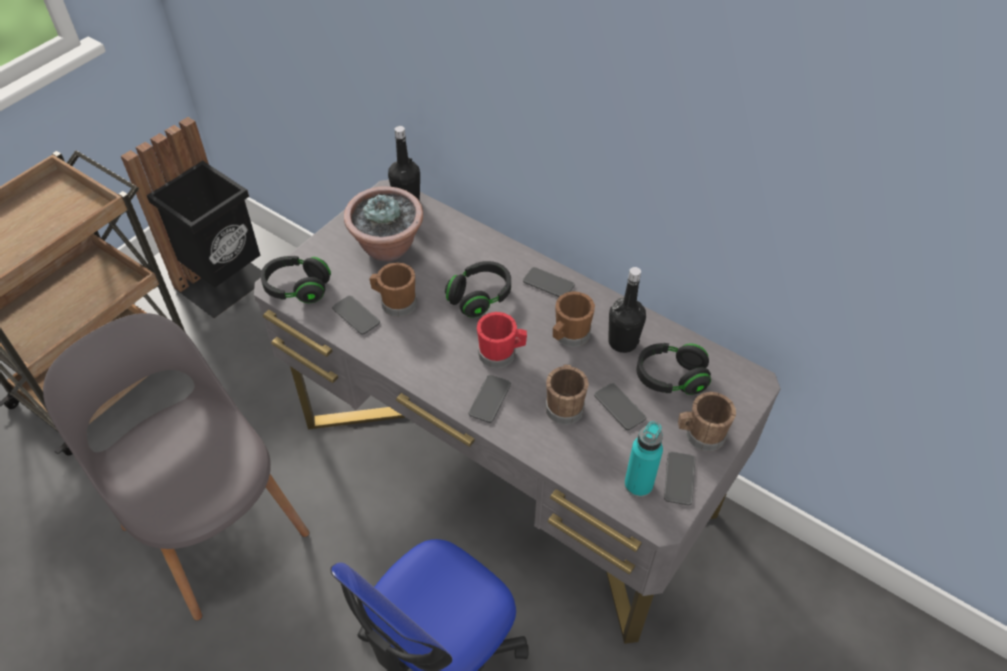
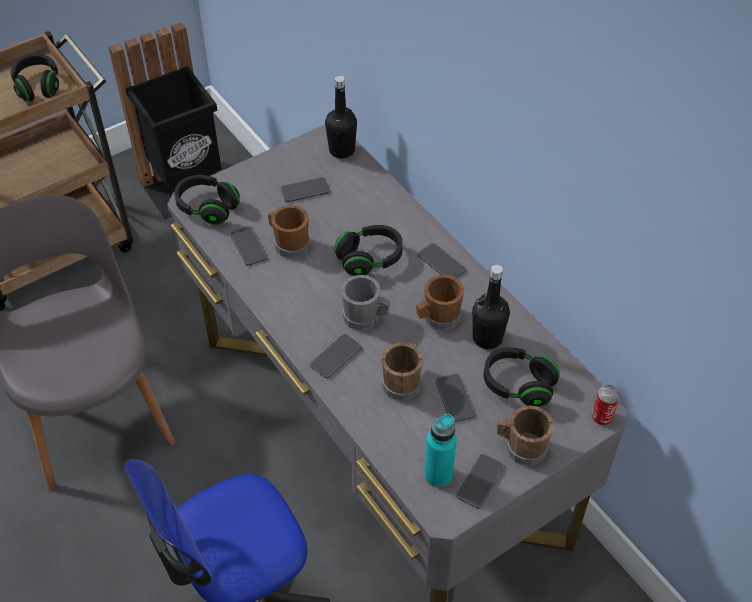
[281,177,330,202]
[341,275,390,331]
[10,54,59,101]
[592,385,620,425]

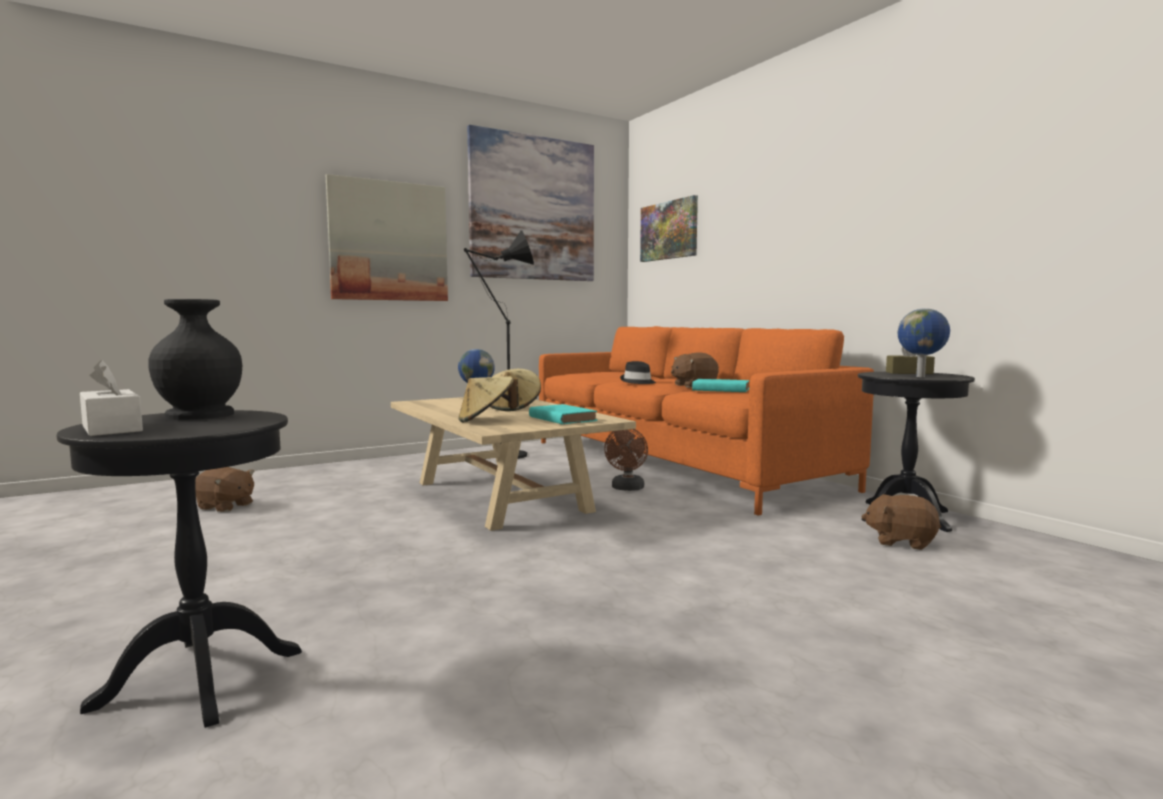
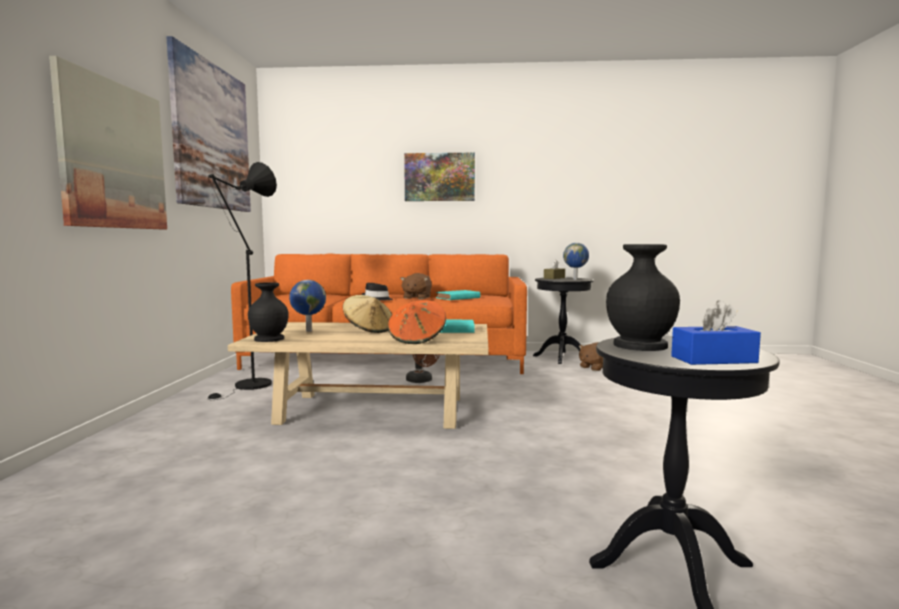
[404,153,475,201]
[671,300,761,365]
[388,300,446,344]
[195,467,255,512] (first image)
[248,282,288,342]

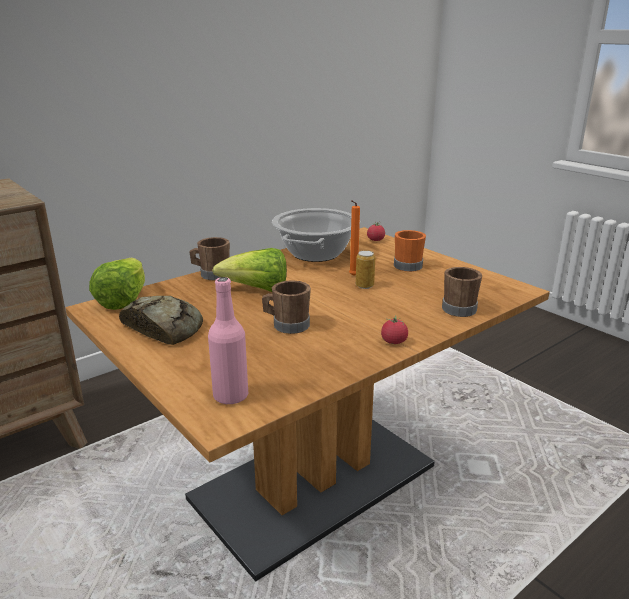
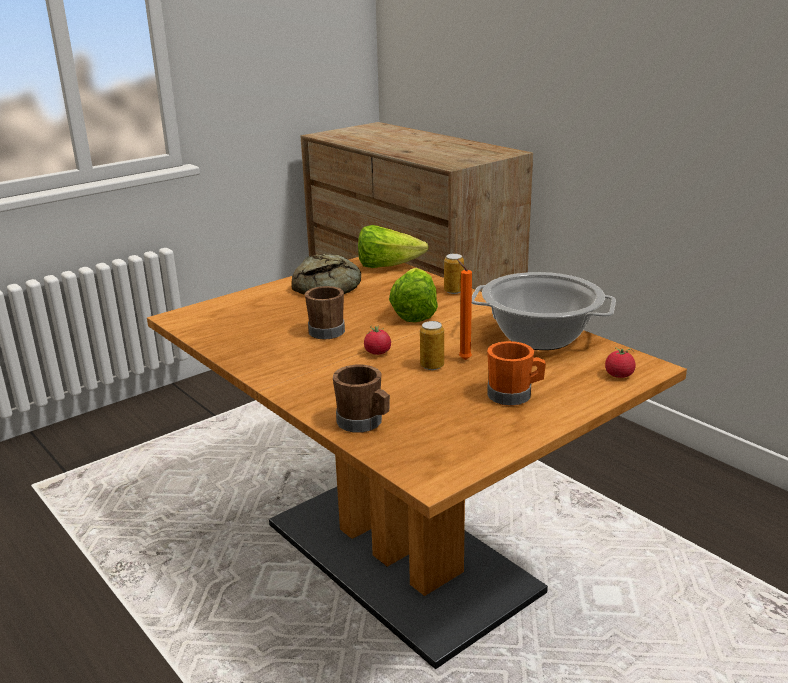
[444,254,464,294]
[208,277,248,404] (first image)
[364,325,391,355]

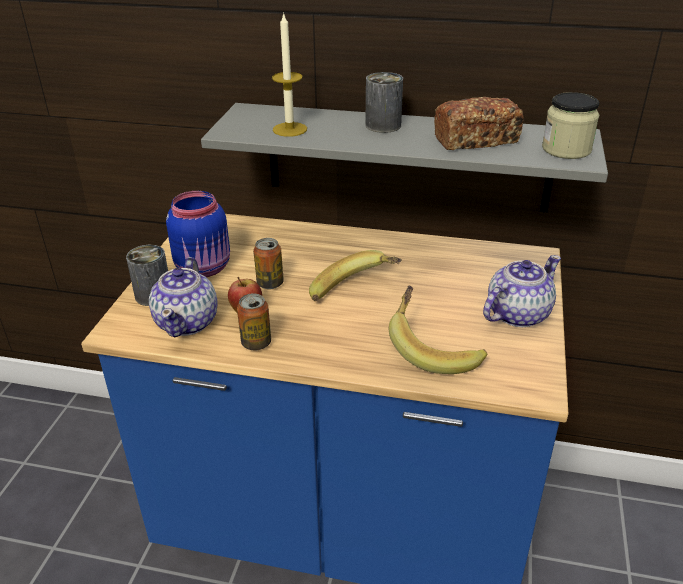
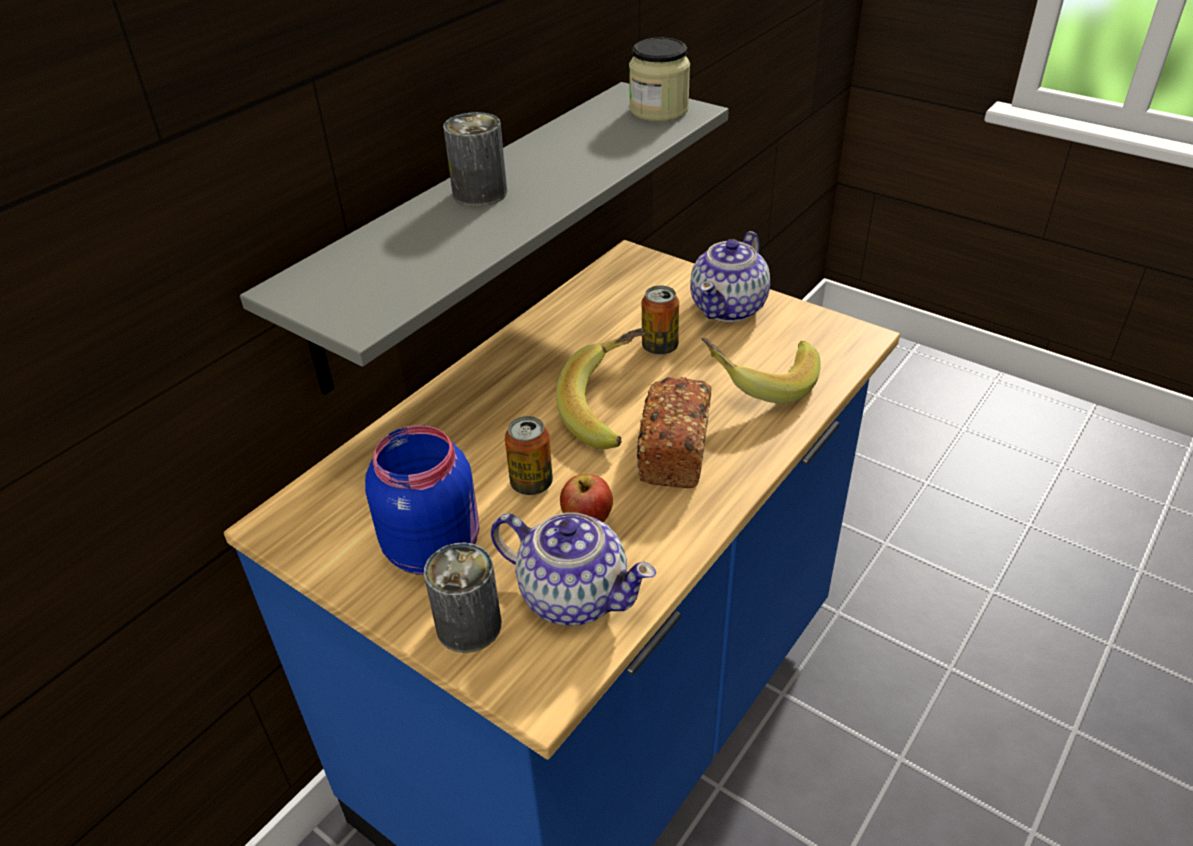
[272,12,307,137] (first image)
[637,377,711,488]
[690,231,770,322]
[642,285,679,355]

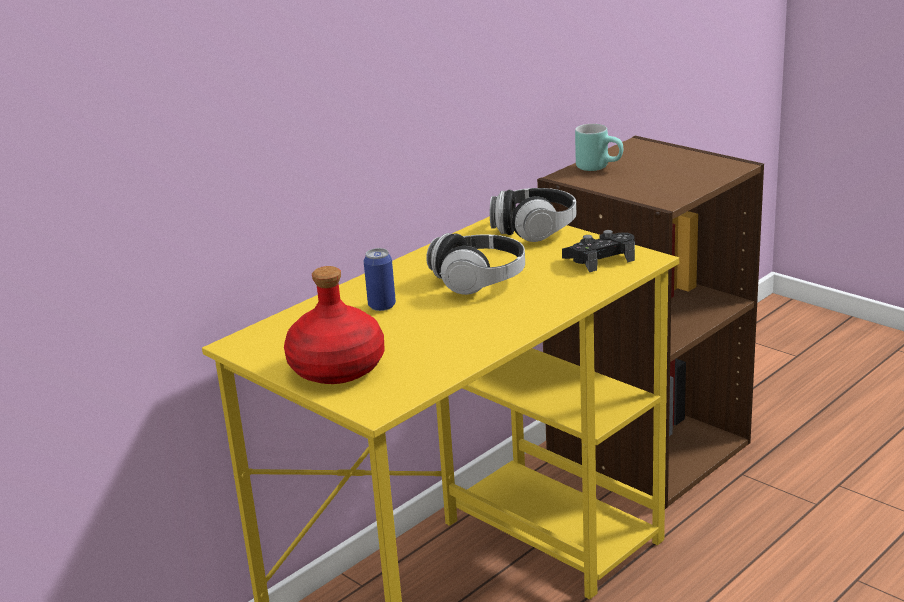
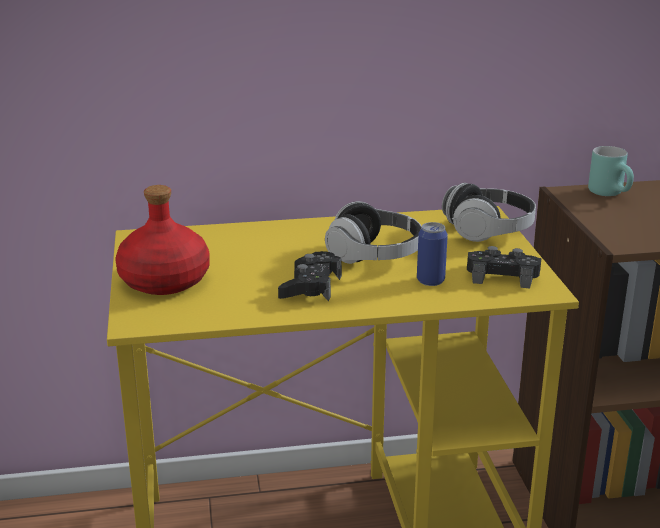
[417,222,448,286]
[278,251,342,301]

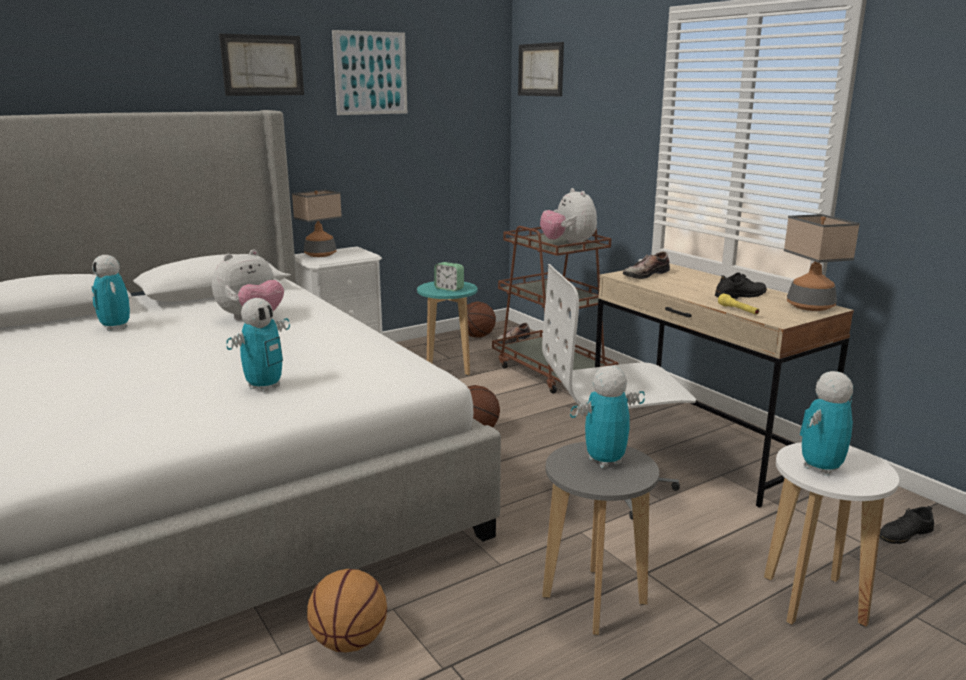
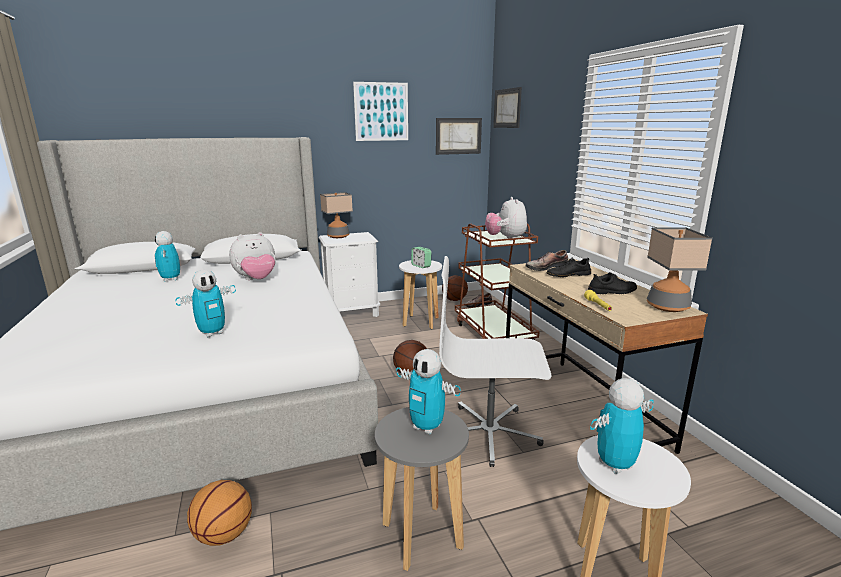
[436,118,482,155]
[399,260,442,329]
[396,349,461,435]
[547,257,591,277]

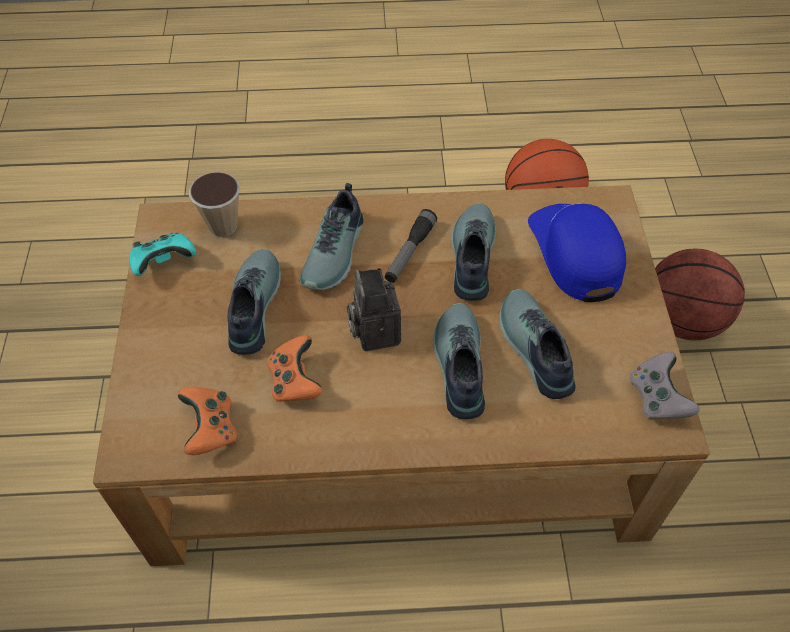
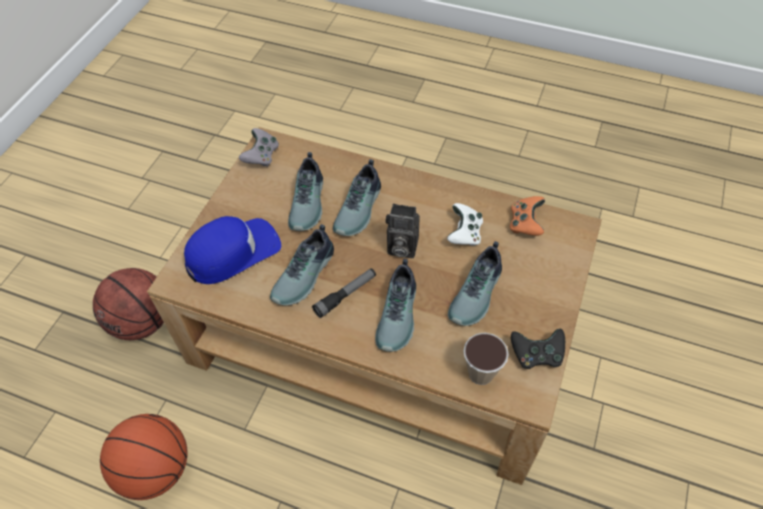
[375,259,416,352]
[184,216,281,284]
[511,329,565,369]
[386,204,420,258]
[447,203,483,246]

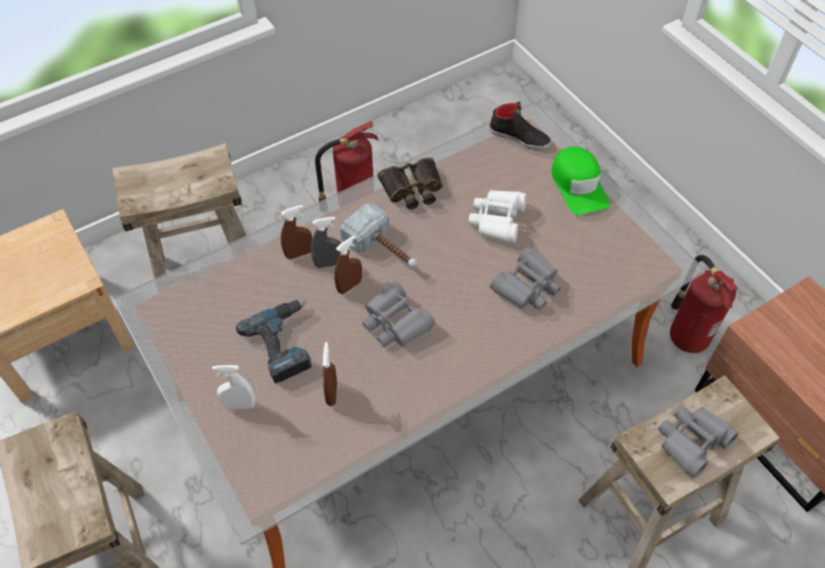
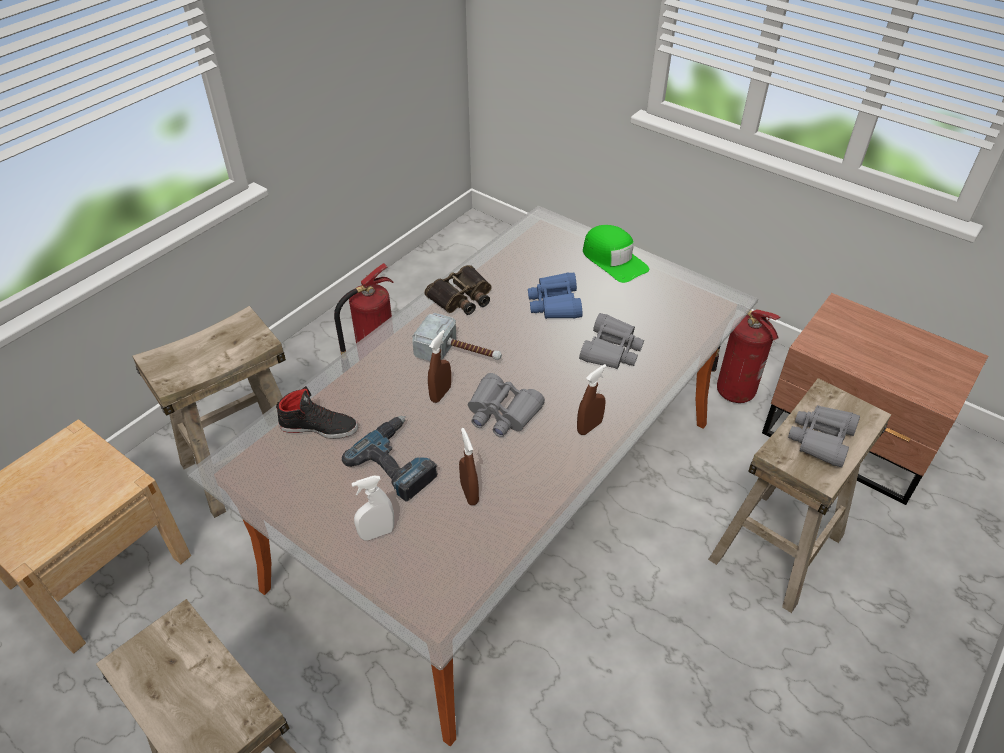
[276,386,358,439]
[528,273,582,319]
[577,364,606,435]
[311,217,341,268] (first image)

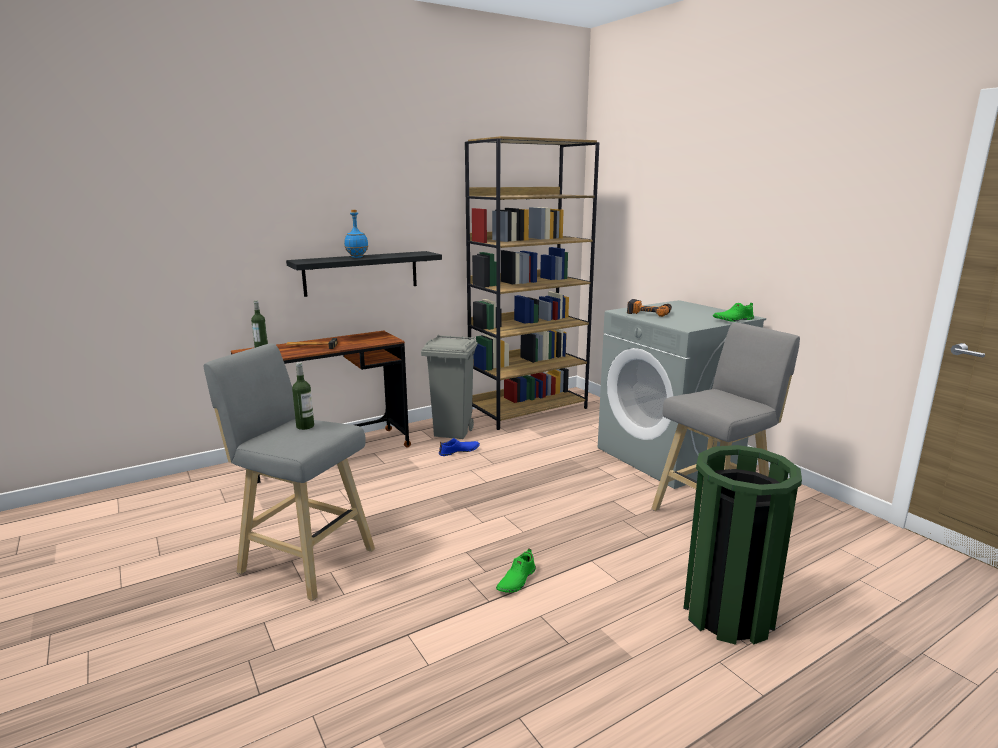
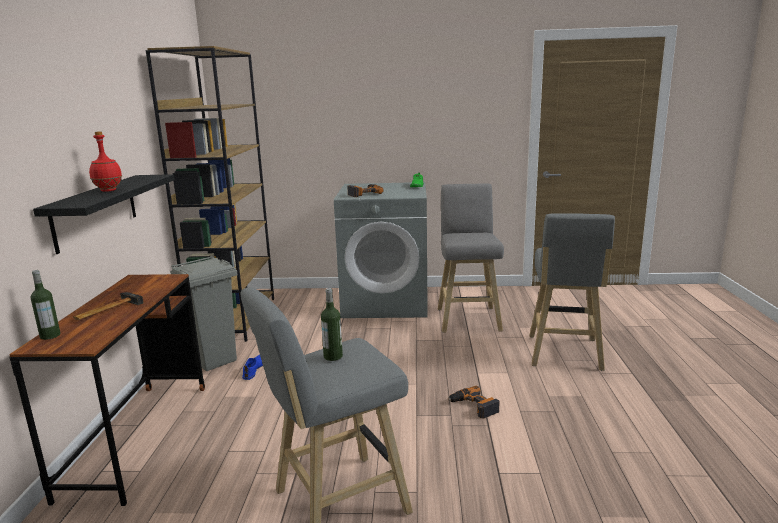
[89,131,122,192]
[529,214,615,371]
[448,386,499,419]

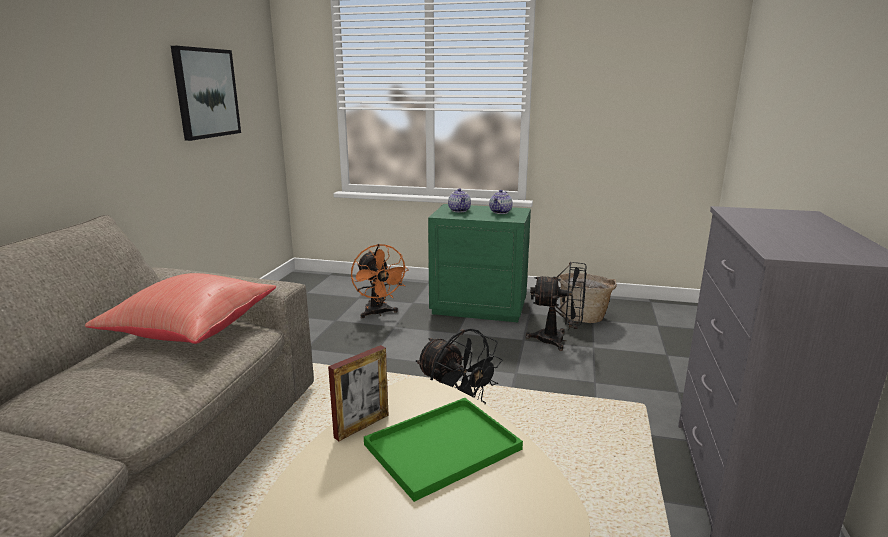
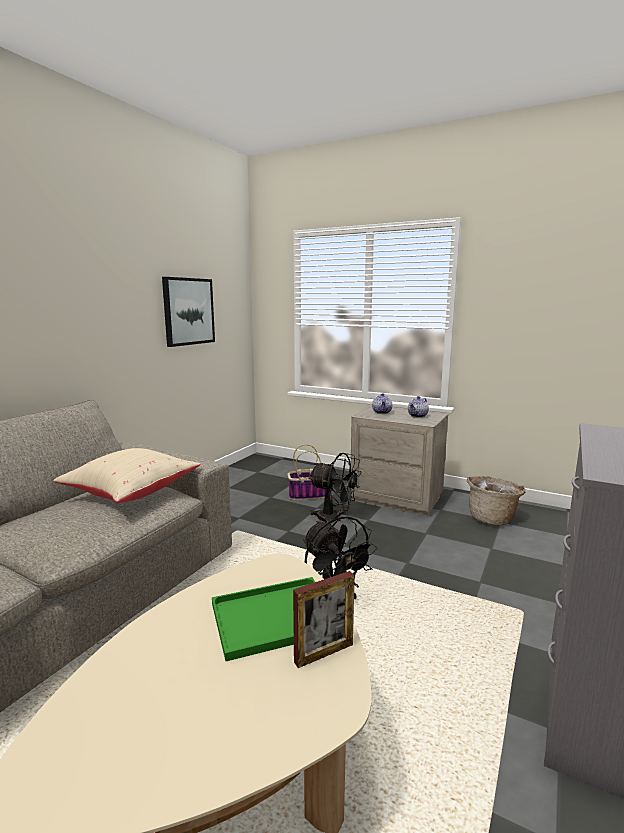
[350,406,448,517]
[287,444,326,500]
[309,453,361,524]
[53,448,200,503]
[293,571,355,668]

